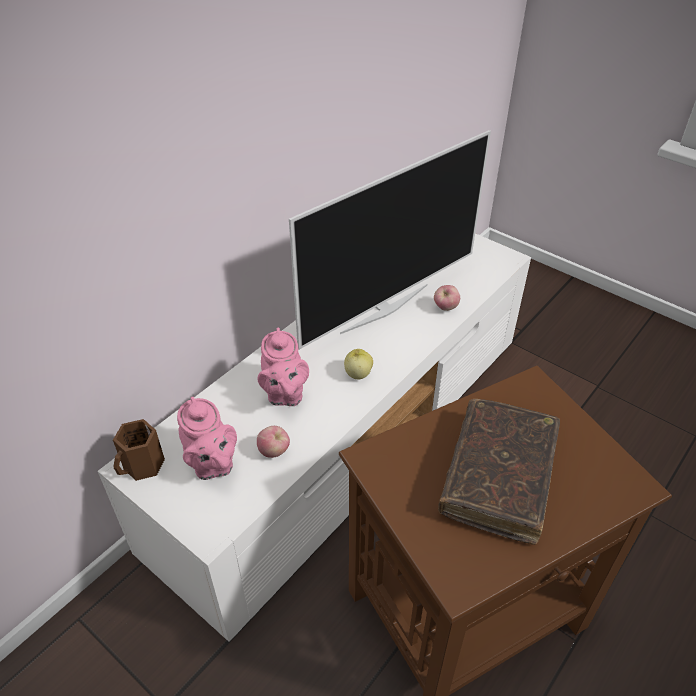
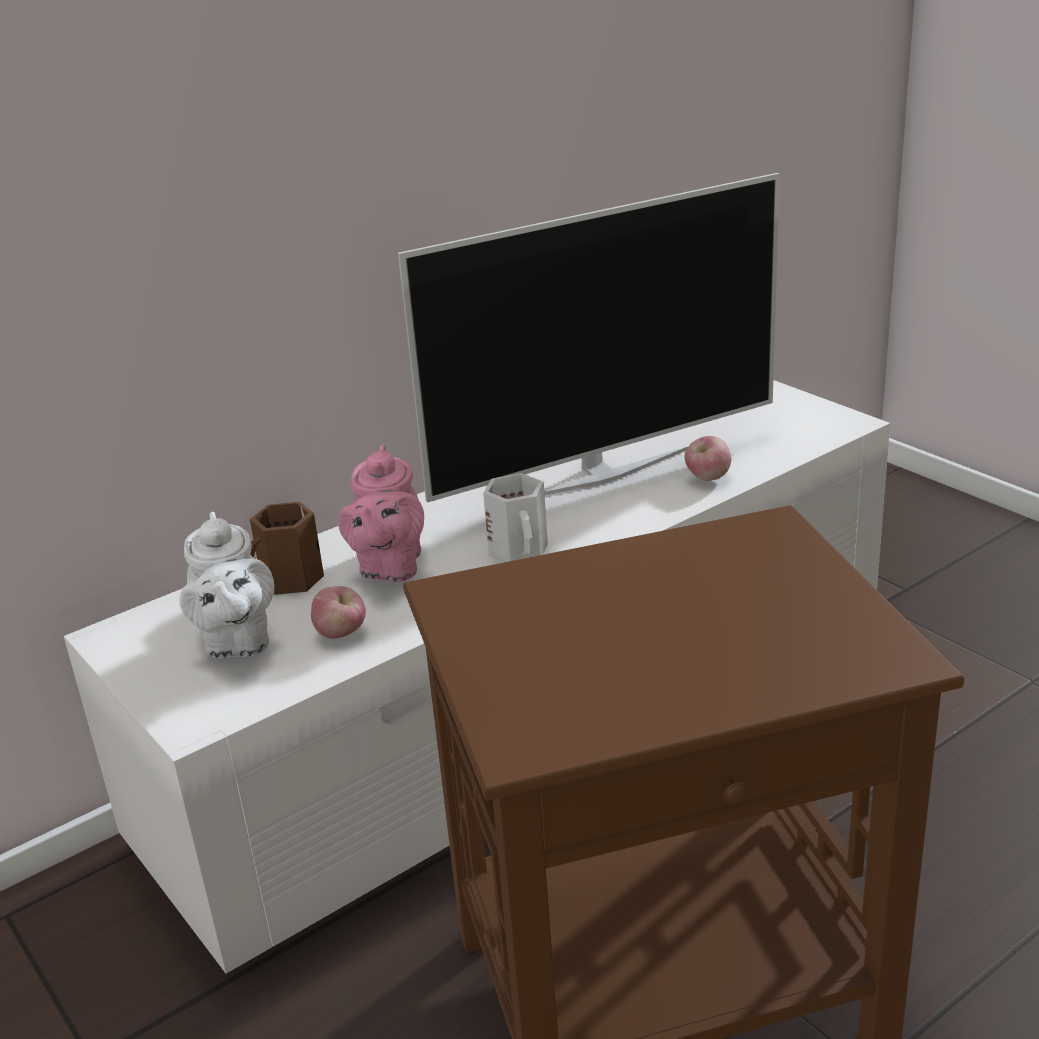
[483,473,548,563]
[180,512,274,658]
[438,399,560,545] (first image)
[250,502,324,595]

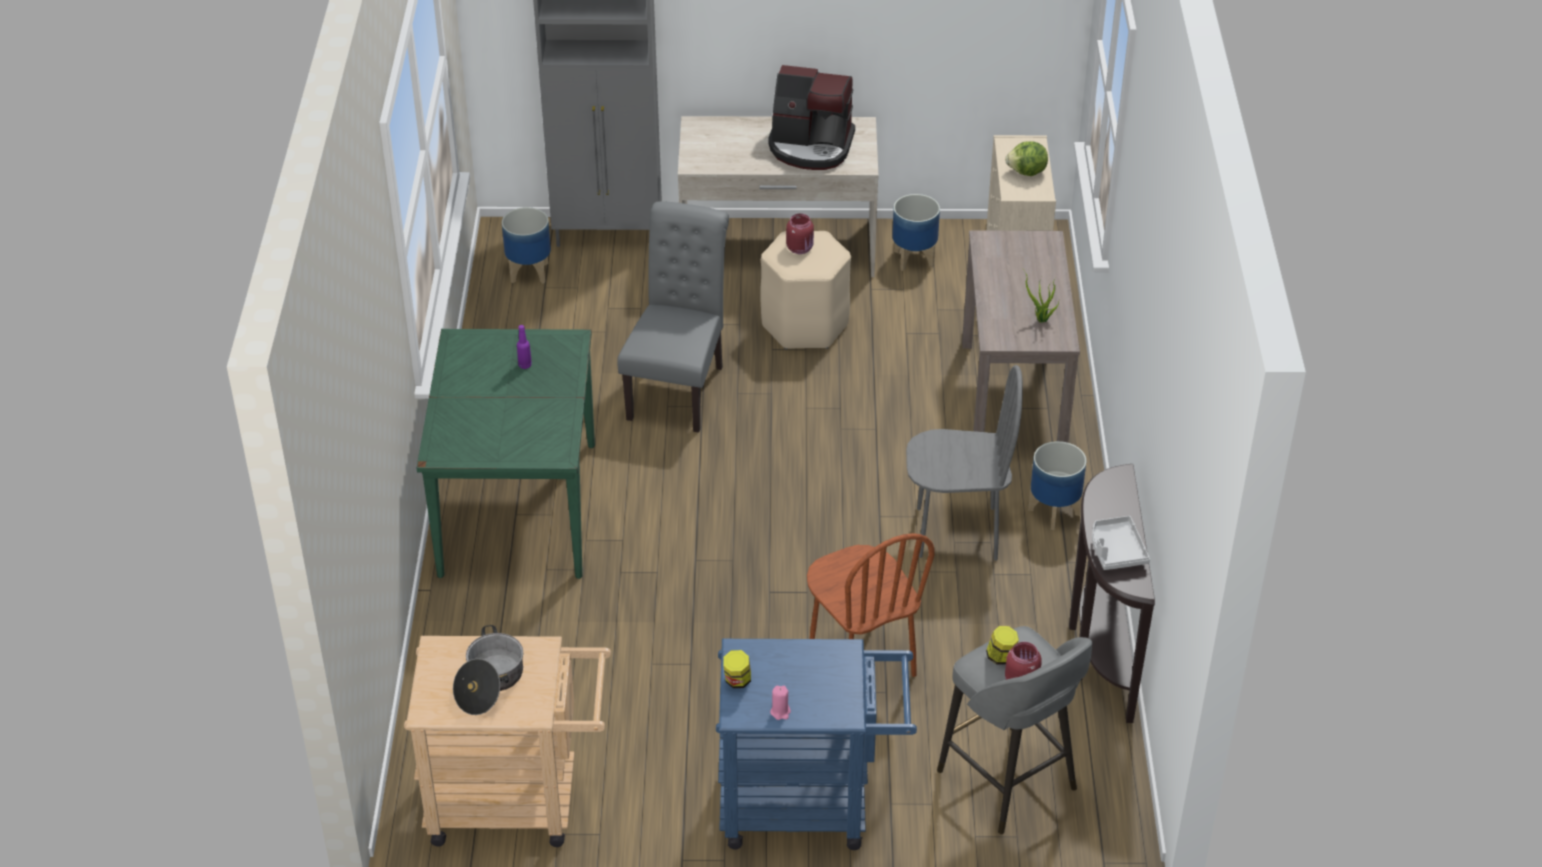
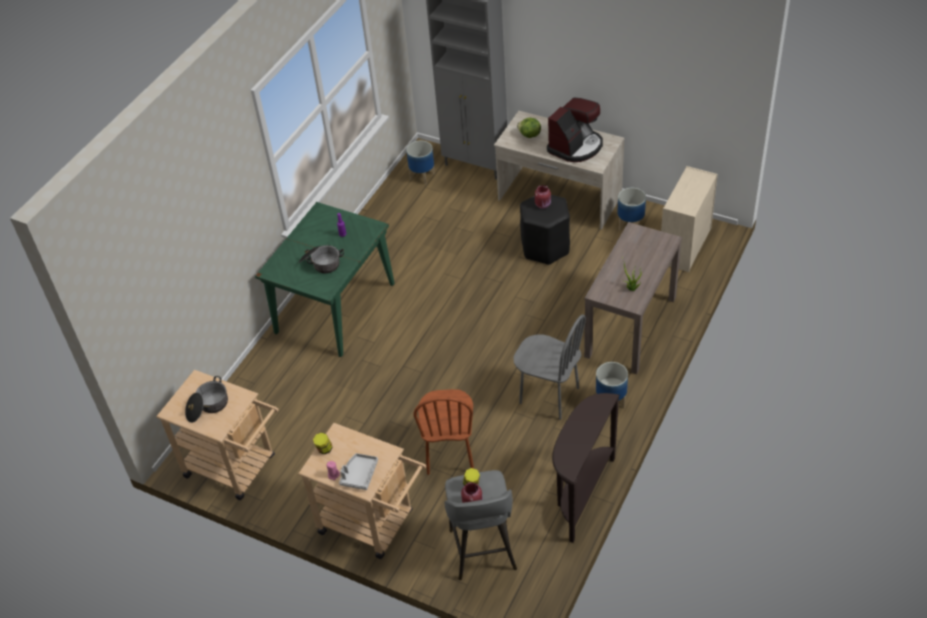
[547,98,603,162]
[517,118,541,138]
[617,201,729,433] (first image)
[520,195,570,265]
[339,453,378,490]
[298,423,426,559]
[299,245,344,273]

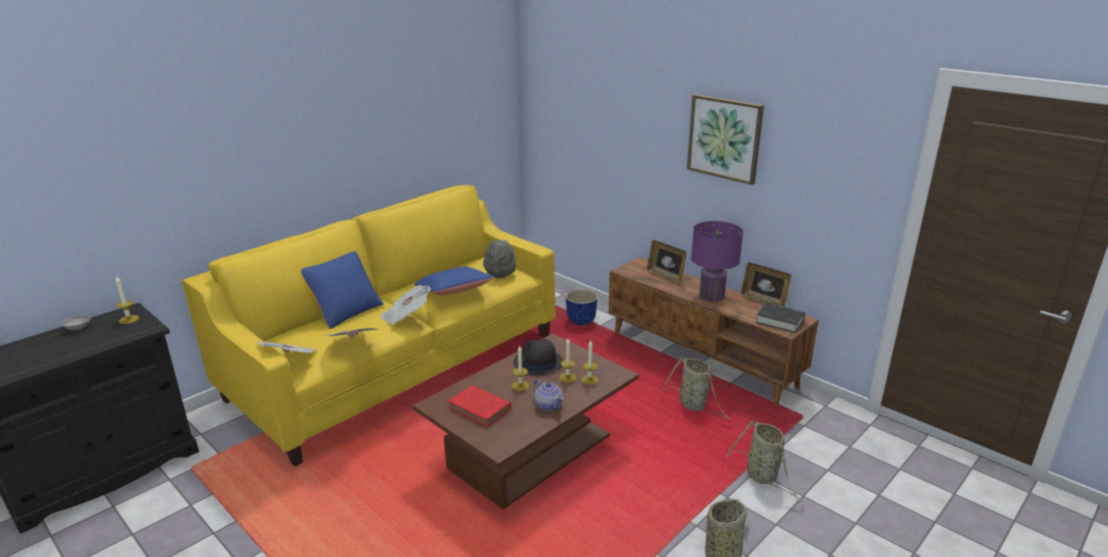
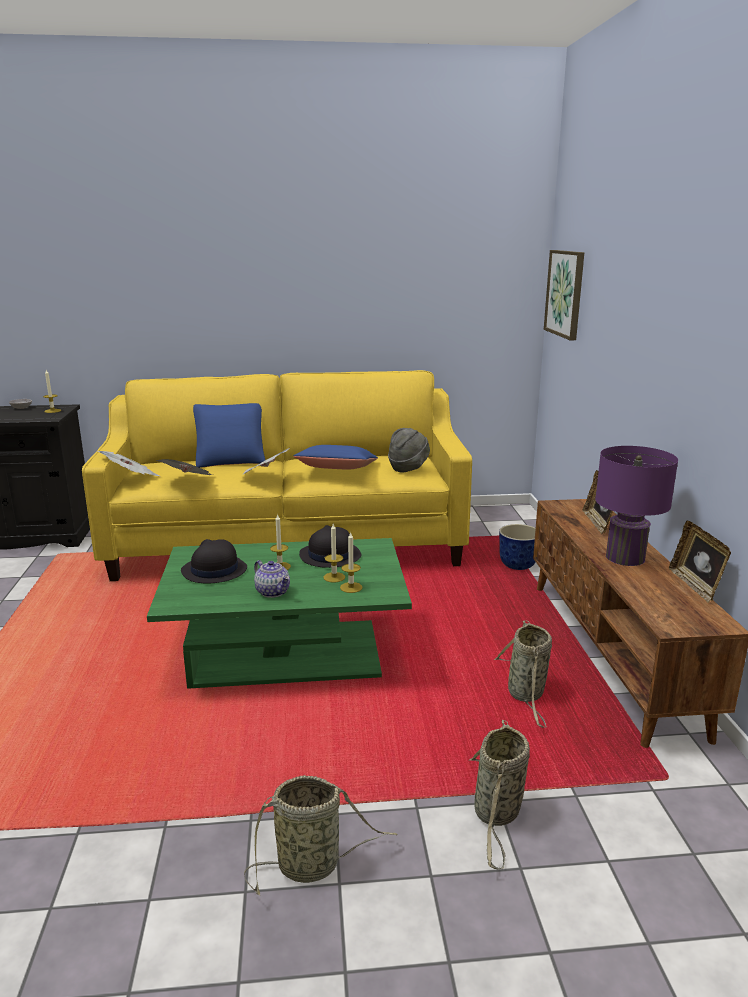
[544,250,584,340]
[756,303,805,333] (first image)
[147,538,412,689]
[254,560,290,598]
[181,539,247,583]

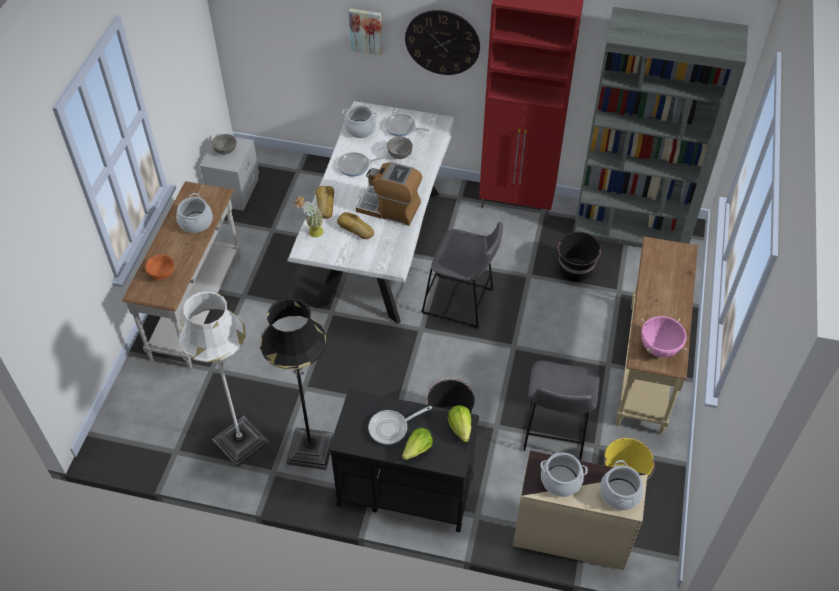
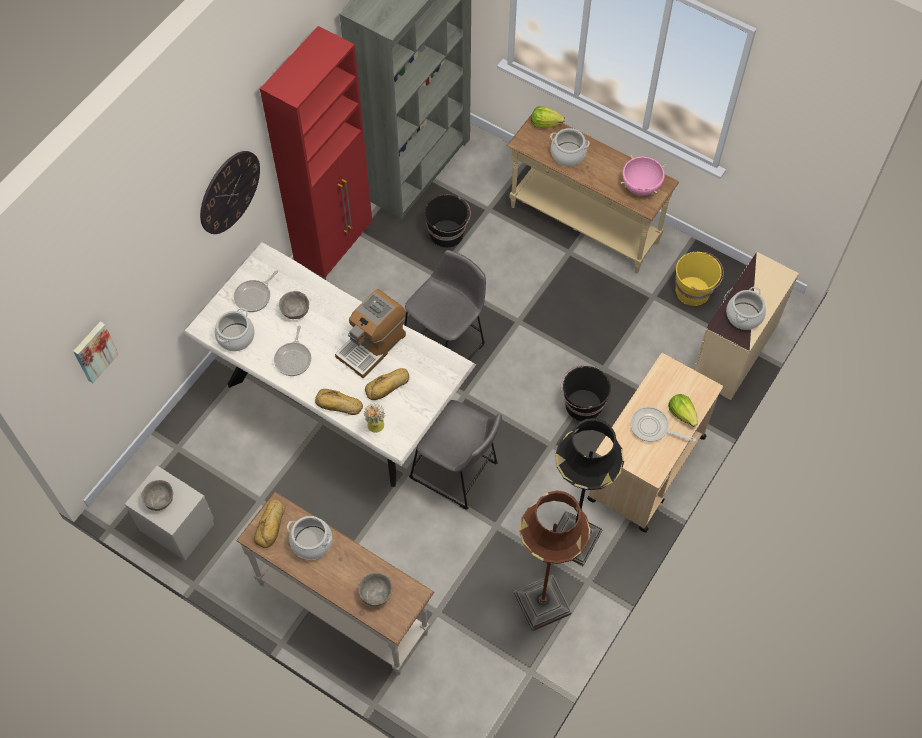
[73,321,119,383]
[359,573,392,607]
[514,490,590,631]
[409,400,502,510]
[587,353,723,532]
[531,106,565,128]
[630,407,696,442]
[550,128,590,166]
[254,499,285,548]

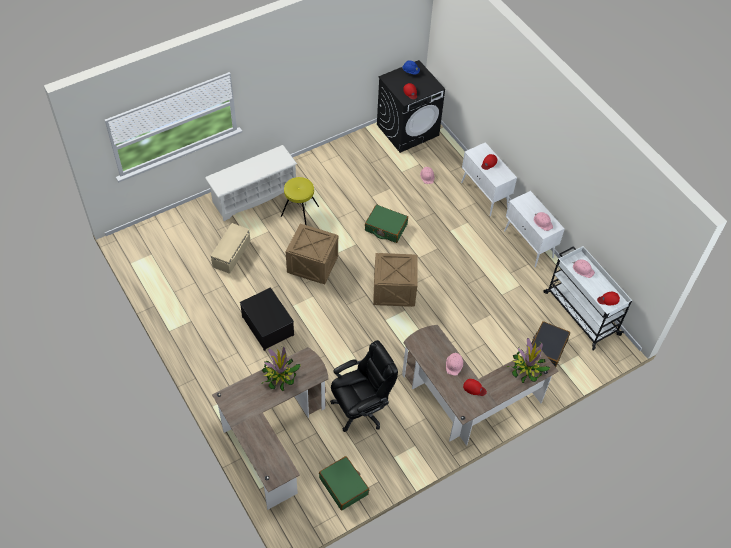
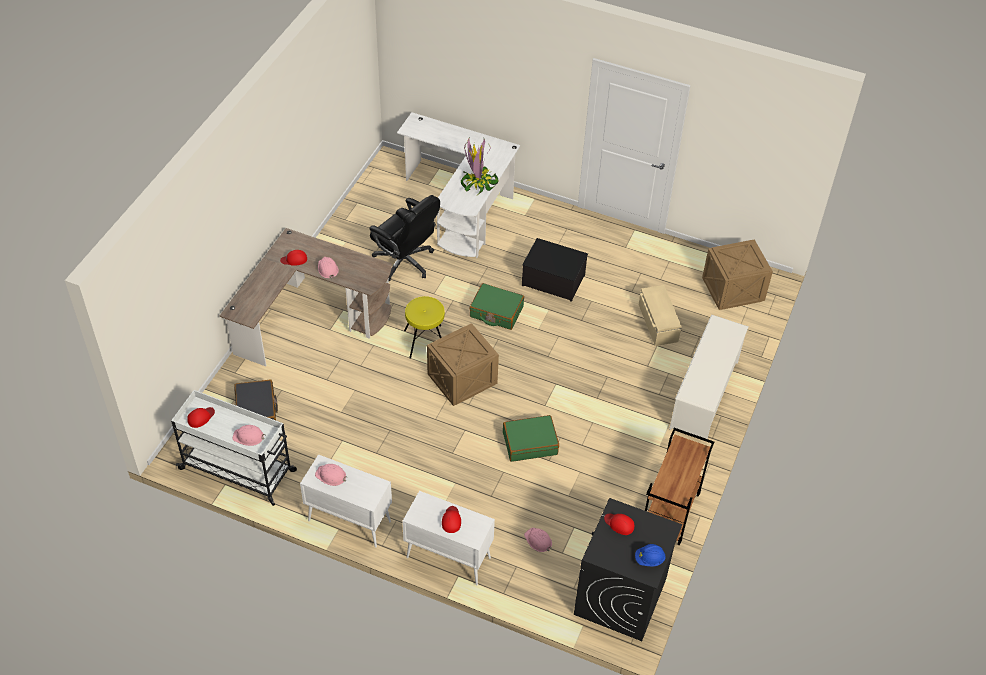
[404,296,445,359]
[702,240,773,310]
[507,338,550,383] (first image)
[369,195,440,281]
[397,112,520,258]
[469,283,524,330]
[645,428,714,545]

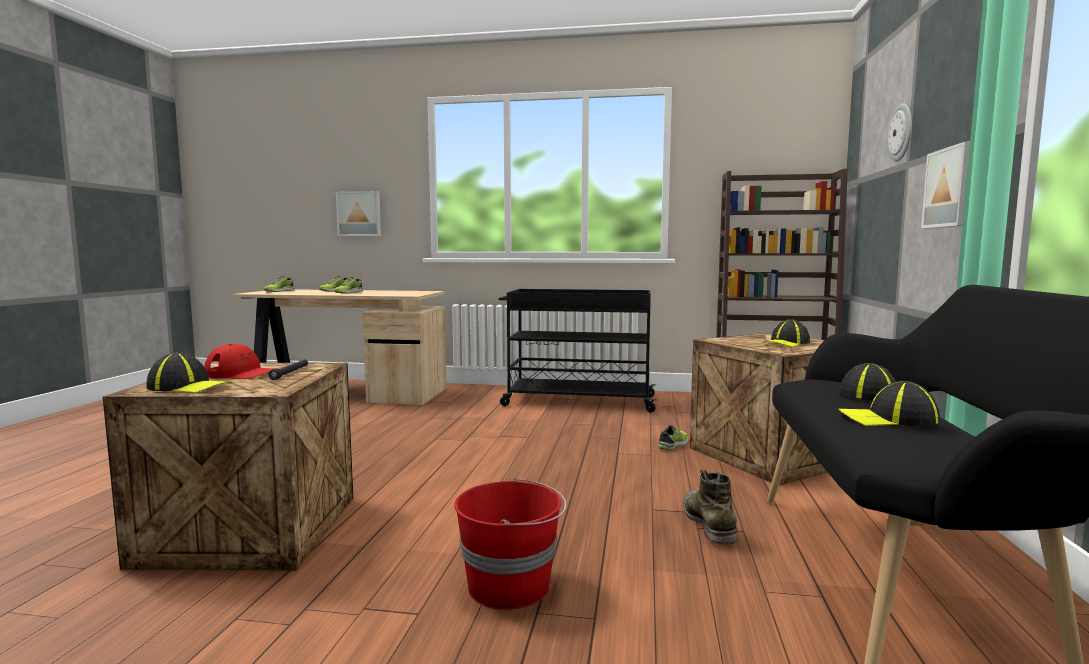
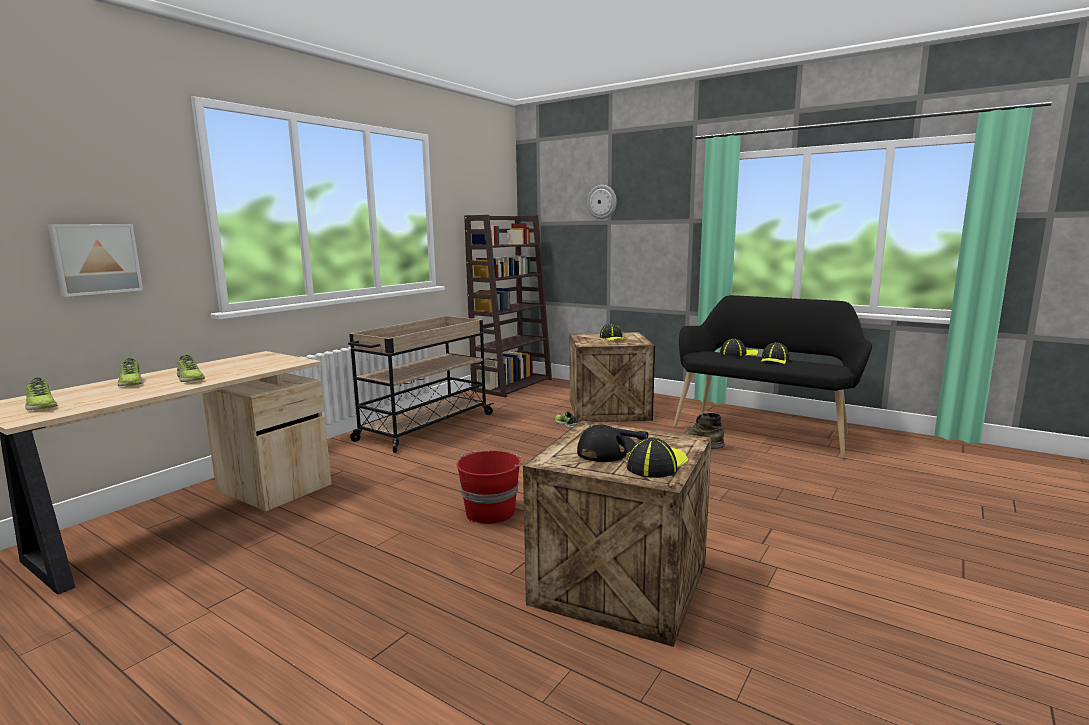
[921,141,970,228] (first image)
[348,316,494,453]
[577,425,636,462]
[456,450,523,524]

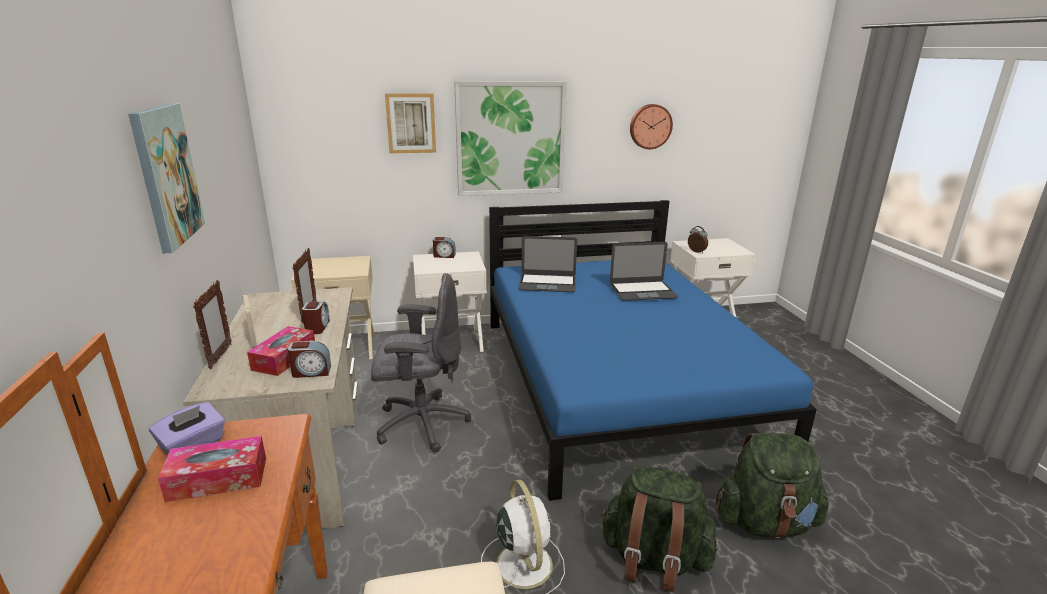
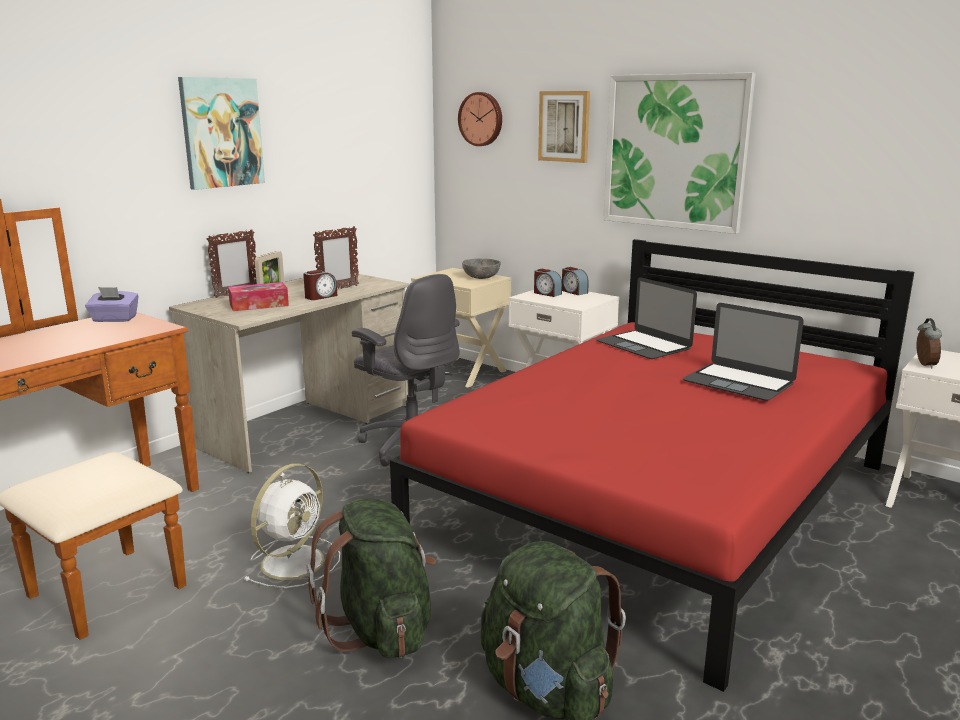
[458,92,502,146]
[390,239,914,692]
[534,269,562,297]
[158,436,266,502] (first image)
[462,258,501,279]

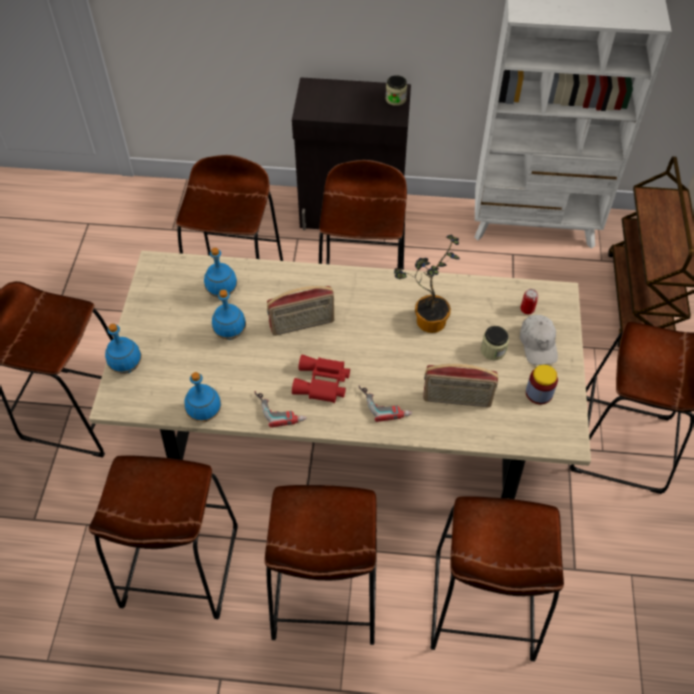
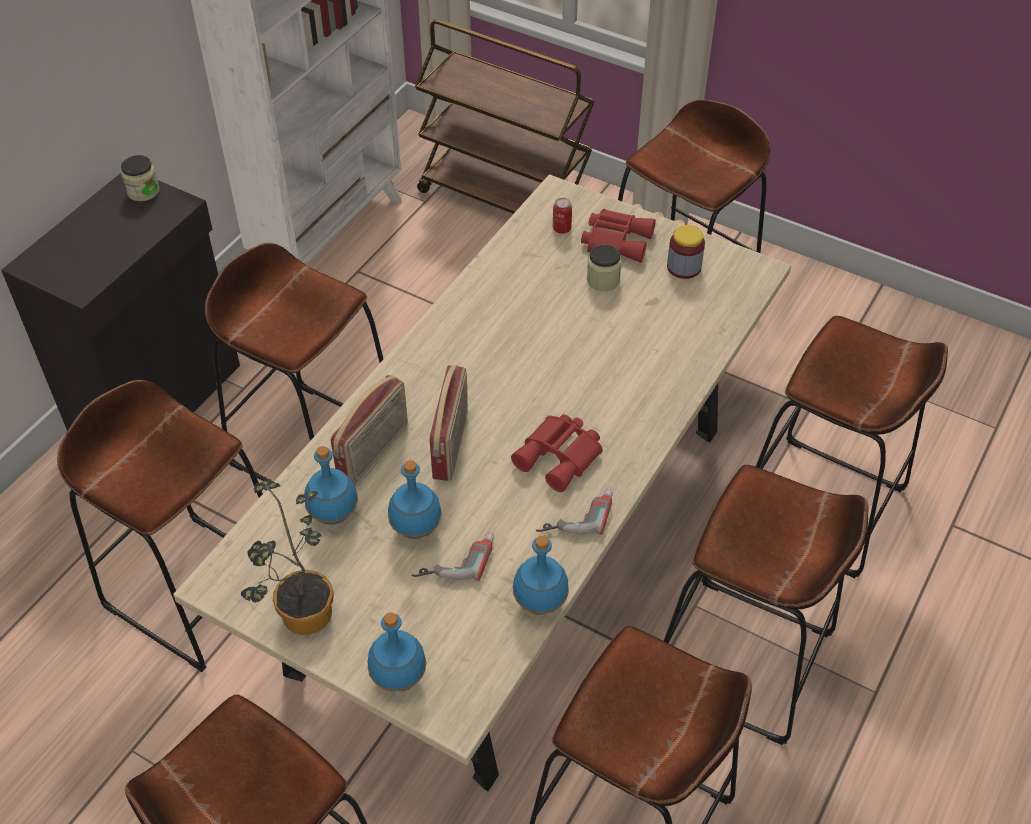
[241,479,334,635]
[581,209,656,262]
[331,375,408,485]
[411,532,494,581]

